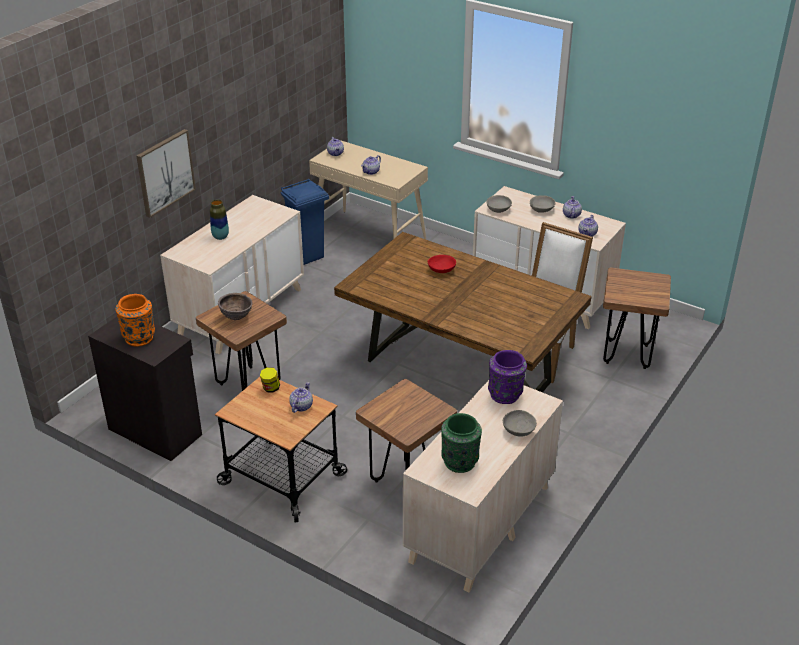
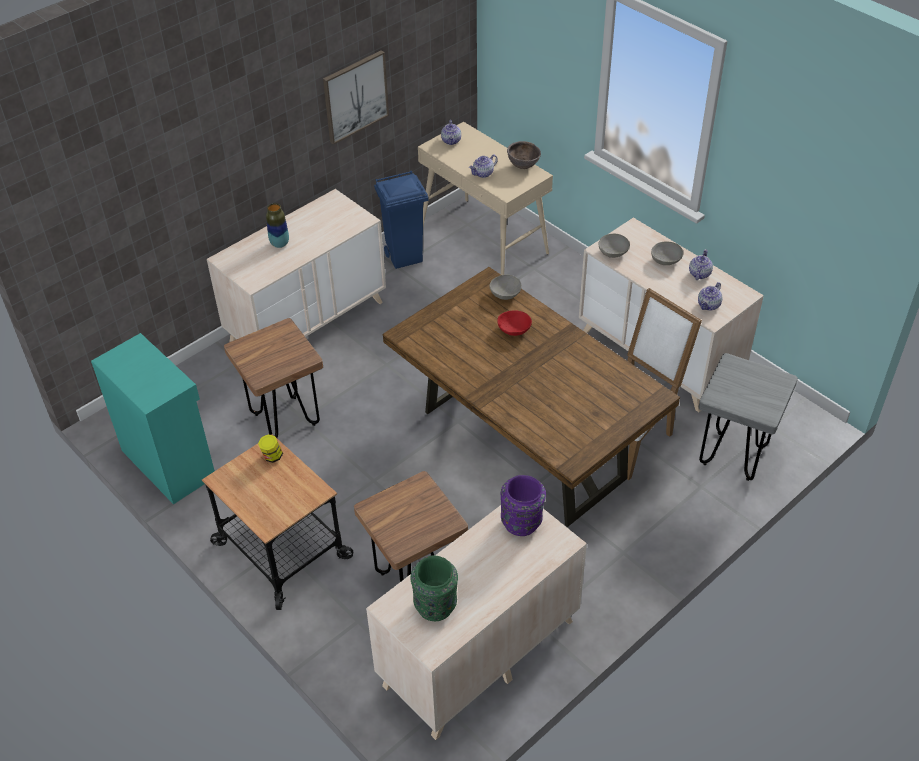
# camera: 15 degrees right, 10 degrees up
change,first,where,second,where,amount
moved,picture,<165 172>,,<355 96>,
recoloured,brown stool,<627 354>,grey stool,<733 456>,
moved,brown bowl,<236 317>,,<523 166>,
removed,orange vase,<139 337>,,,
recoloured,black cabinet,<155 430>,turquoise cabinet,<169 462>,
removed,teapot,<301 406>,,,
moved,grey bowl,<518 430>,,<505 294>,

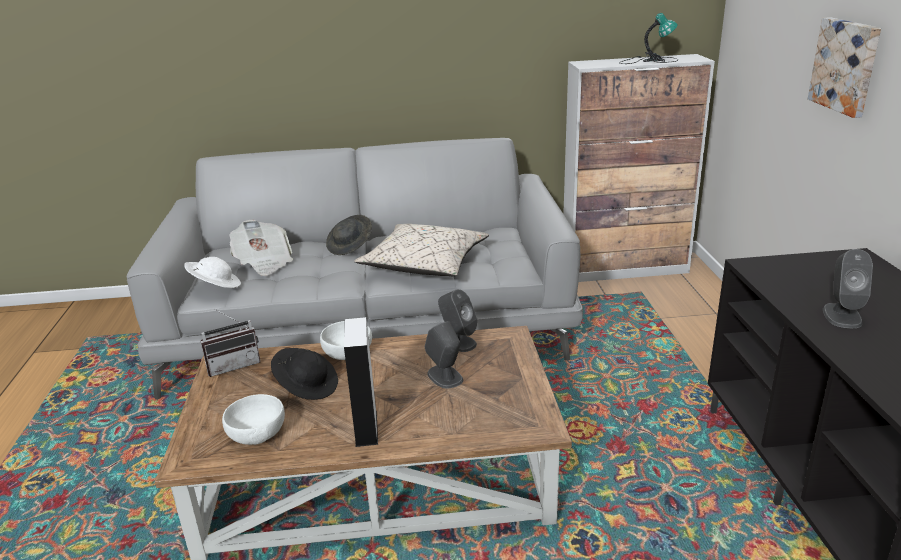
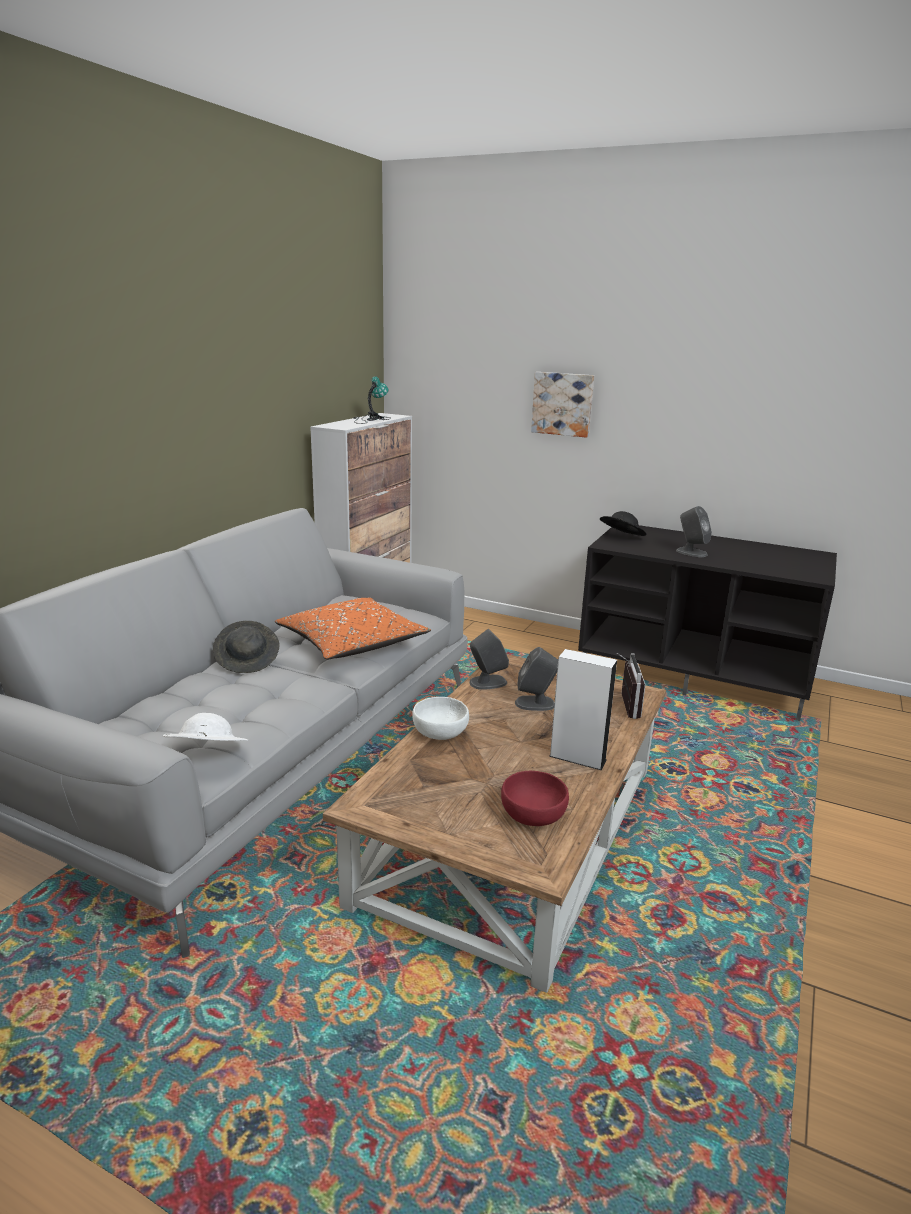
# camera: 60 degrees left, 5 degrees down
change,first,where,second,where,amount
removed,newspaper,<263 262>,,,
recoloured,beige pillow,<424 264>,orange pillow,<351 644>,
moved,radio,<234 365>,,<623 706>,
moved,black hat,<307 386>,,<621 537>,
recoloured,white bowl,<257 433>,red bowl,<532 814>,

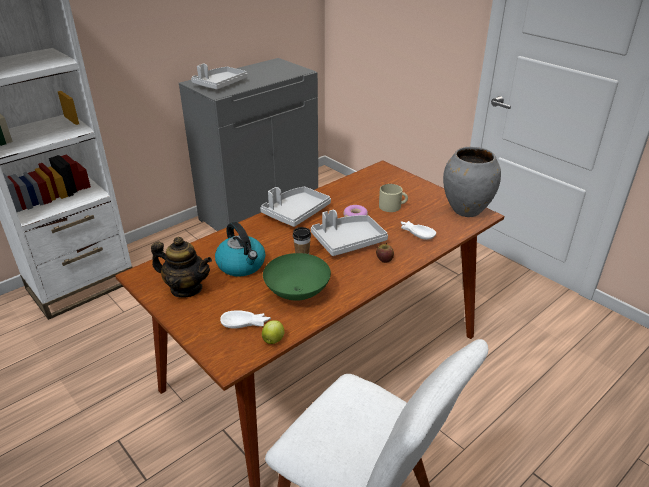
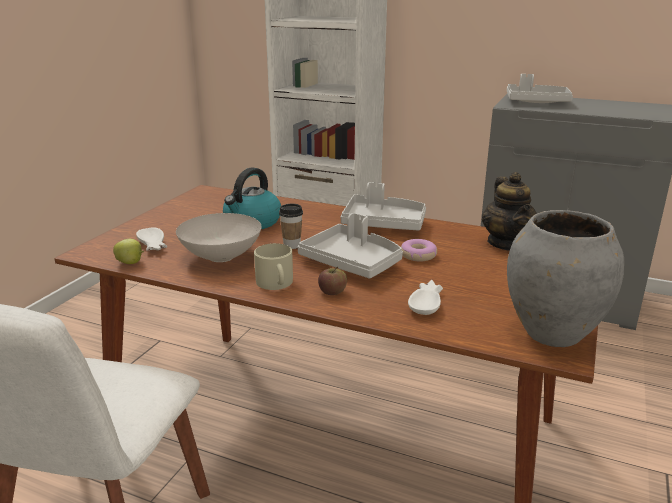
# camera: 65 degrees right, 10 degrees down
change,first,where,second,where,amount
moved,beige mug,<392 206>,,<276 283>,
moved,teapot,<186 288>,,<507 244>,
recoloured,green bowl,<298 292>,white bowl,<221 257>,

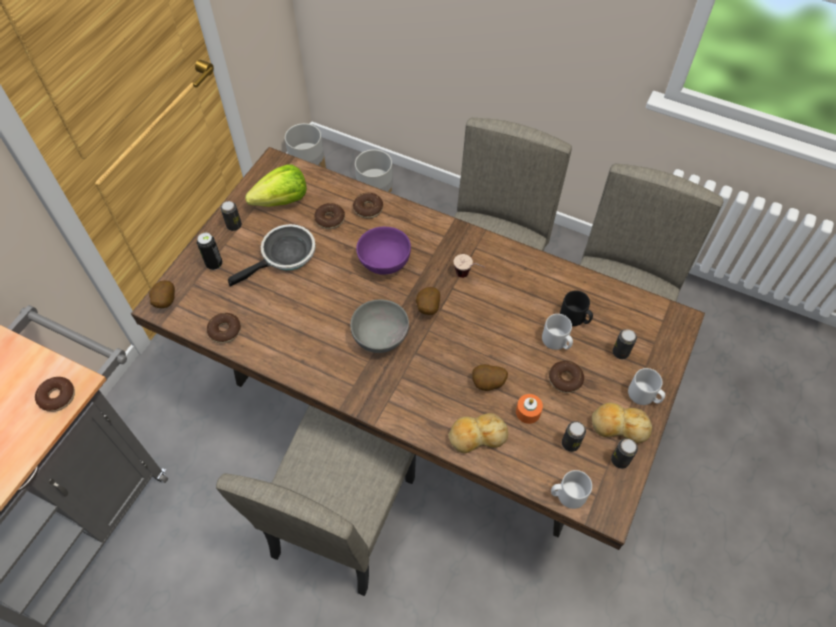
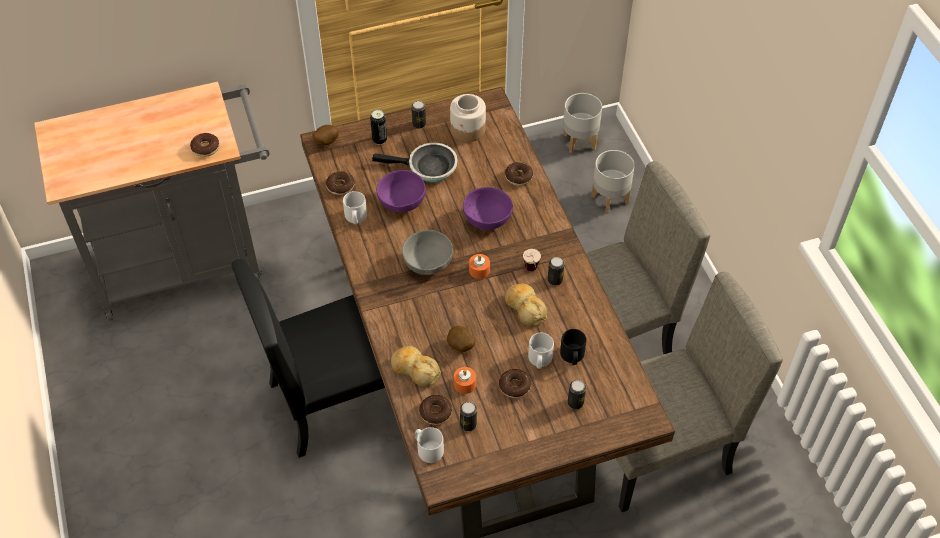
# camera: 45 degrees right, 5 degrees down
change,first,where,second,where,amount
replaced,lettuce,<282 201>,jar,<468 130>,
moved,donut,<330 219>,,<435 412>,
replaced,potato,<427 308>,orange candle,<479 270>,
moved,grey mug,<644 396>,,<355 217>,
moved,bread,<619 426>,,<525 308>,
recoloured,beige chair,<342 516>,black chair,<339 398>,
moved,can,<620 460>,,<555 280>,
added,,,purple bowl,<401 204>,

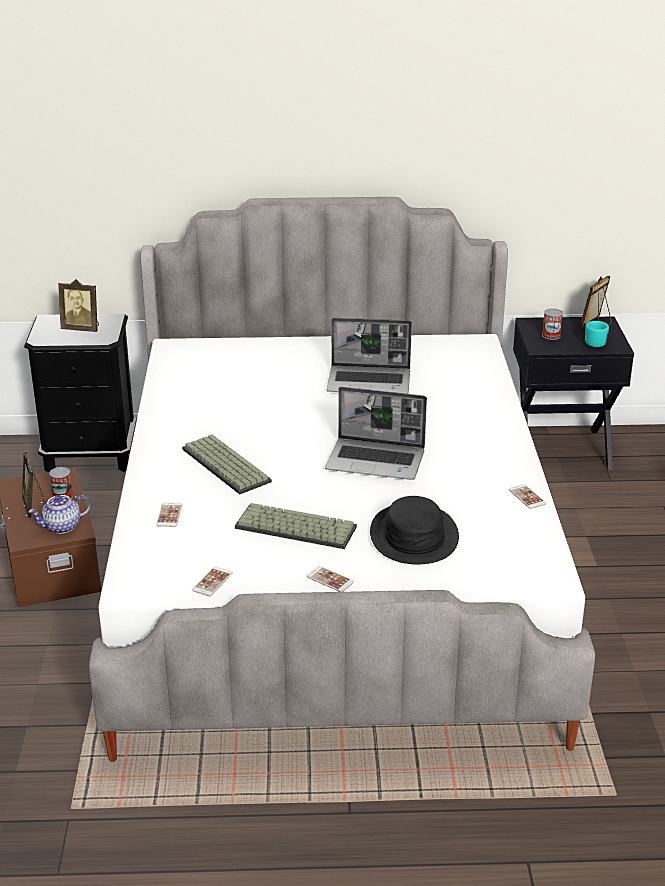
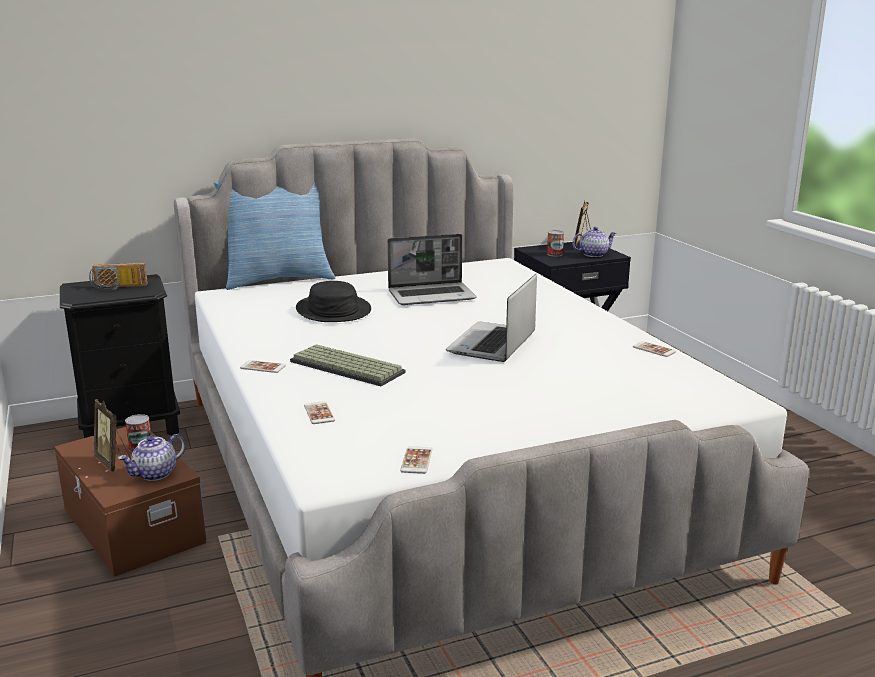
# camera: 20 degrees left, 10 degrees down
change,first,where,second,where,amount
replaced,picture frame,<82 328>,radio,<118 287>,
replaced,turquoise mug,<594 342>,teapot,<593 254>,
turned,laptop,<377 461>,,<493 344>,120 degrees clockwise
moved,black hat,<413 536>,,<333 310>,
removed,keyboard,<293 528>,,,
moved,phone,<330 579>,,<262 367>,
added,,,pillow,<278 279>,

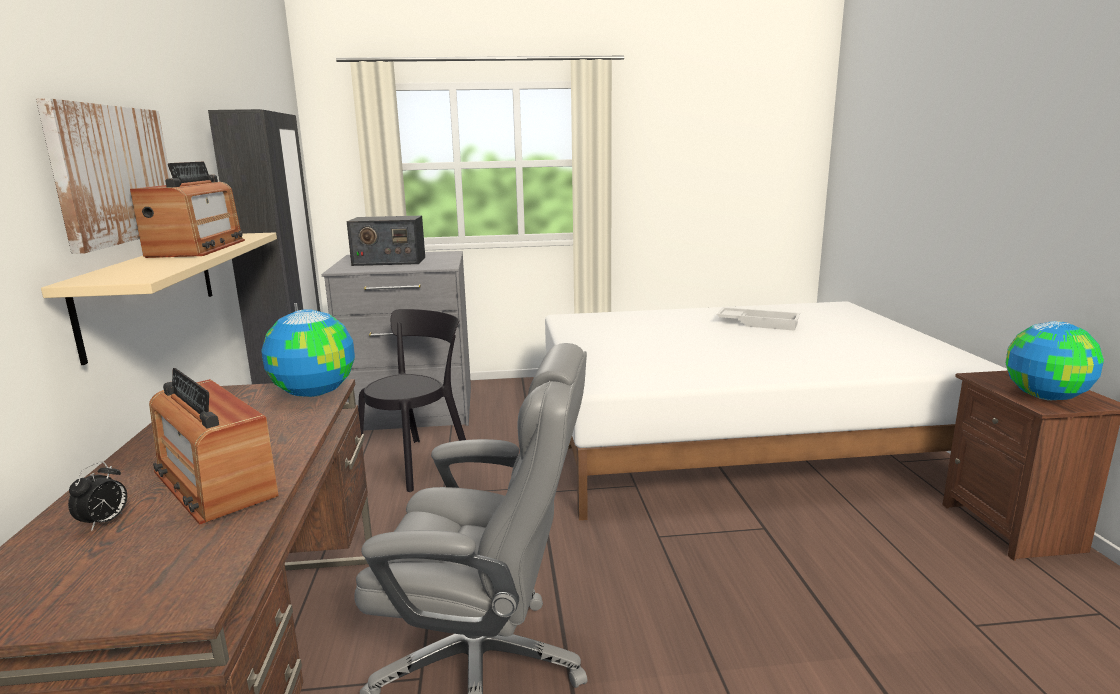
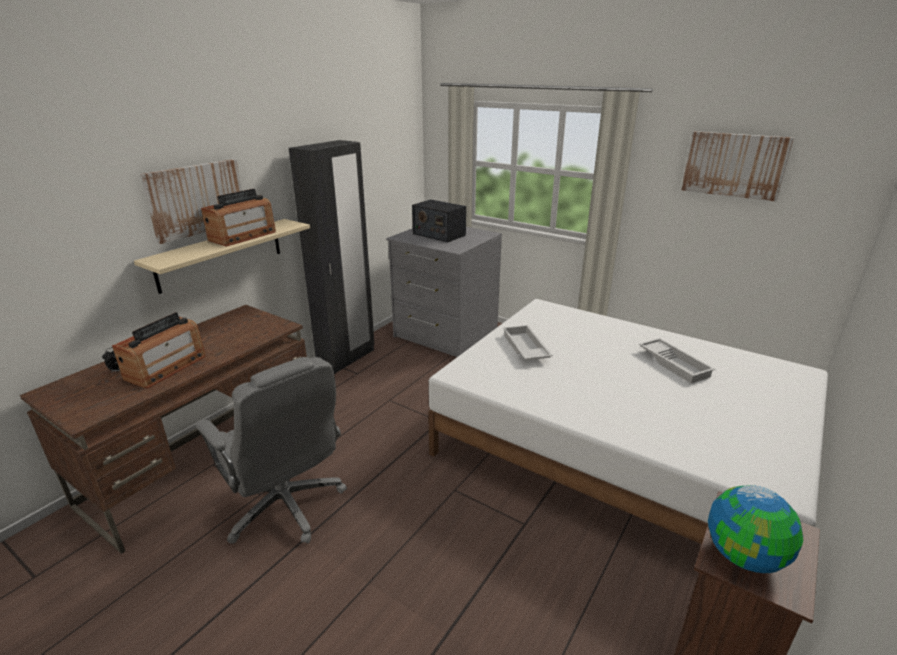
# camera: 40 degrees right, 10 degrees up
change,first,where,second,where,amount
removed,globe,<313 393>,,,
removed,black chair,<418 462>,,,
turned,radio,<214 483>,,<166 367>,150 degrees counterclockwise
added,,,picture,<734 165>,
added,,,white tray,<524 348>,

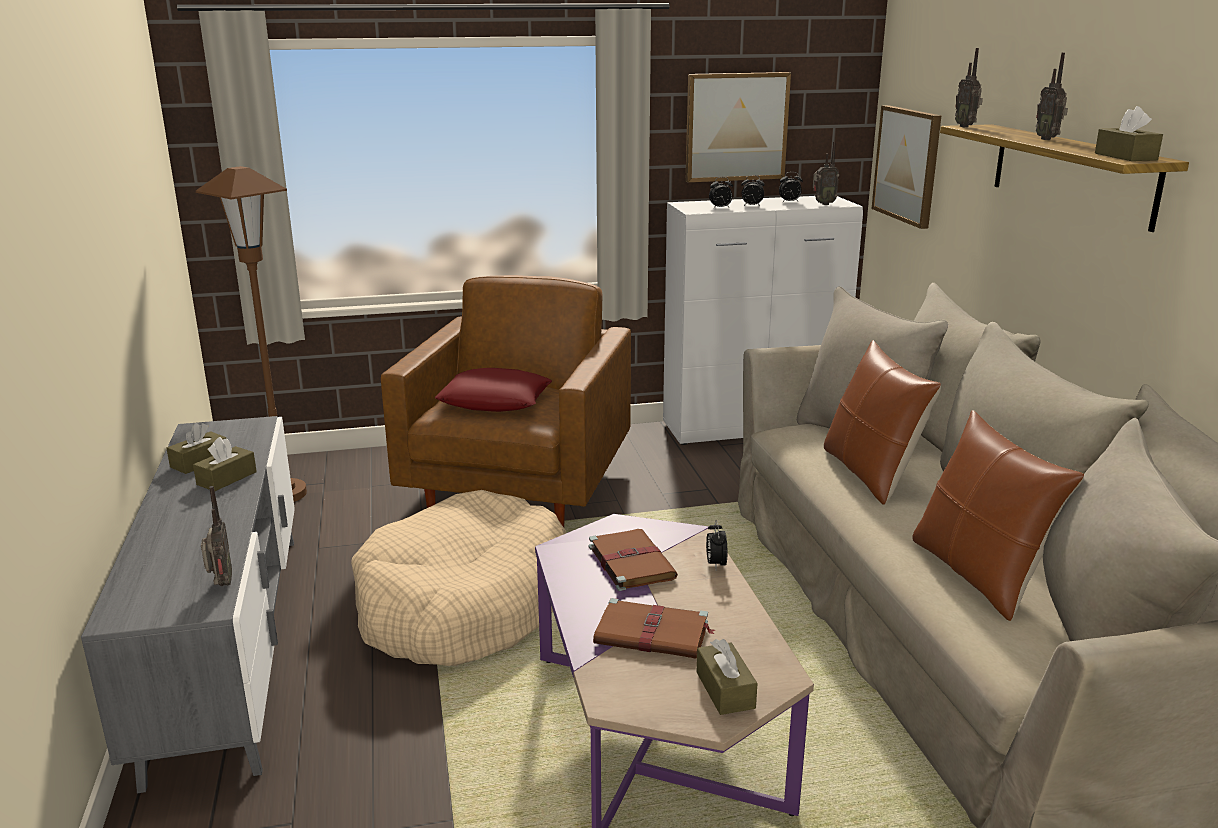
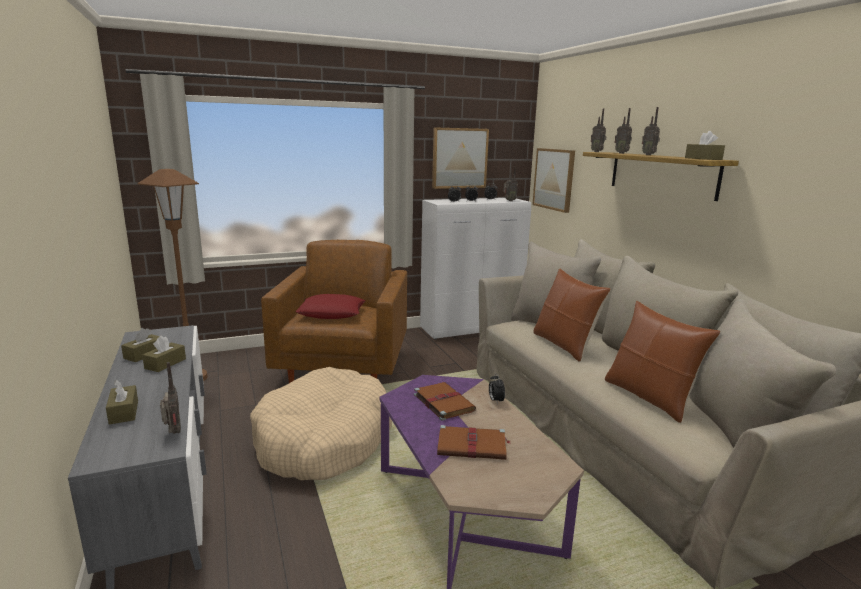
# camera: 10 degrees left, 5 degrees down
change,first,where,second,where,amount
moved,brown tissue box,<725 690>,,<124 412>,
added,,,radio,<622 153>,

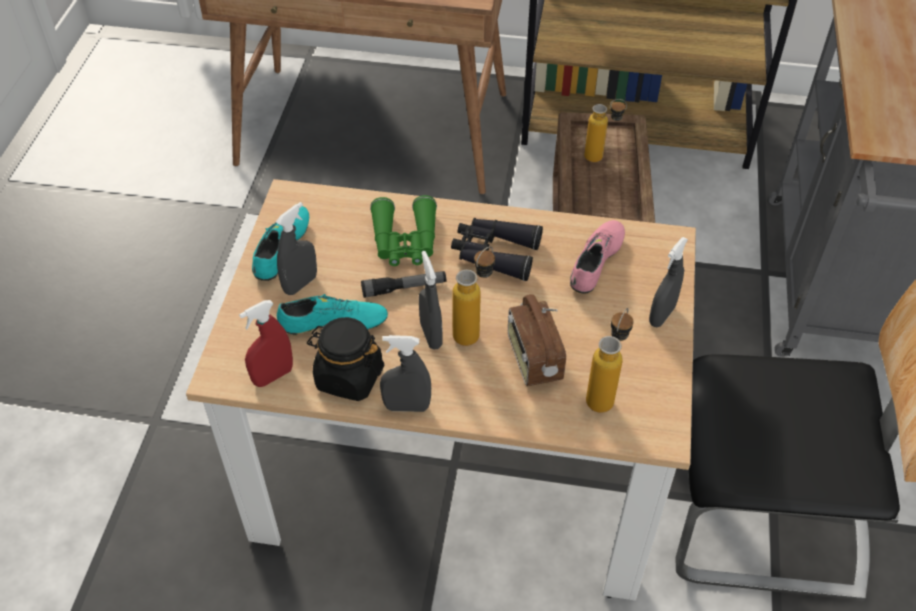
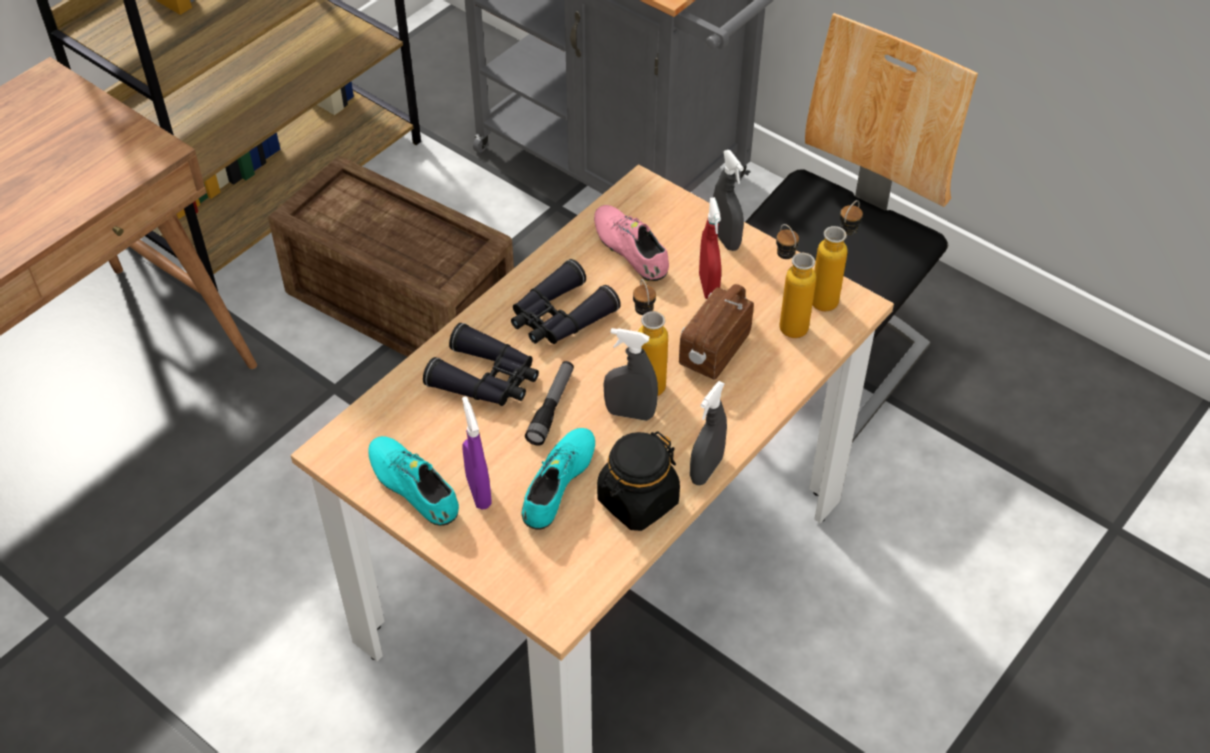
# camera: 60 degrees left, 0 degrees up
change,first,where,second,where,amount
moved,bottle,<601 157>,,<831 295>,
recoloured,green binoculars,<405 242>,black binoculars,<487 379>,
recoloured,grey spray bottle,<300 284>,purple spray bottle,<478 492>,
turned,radio,<533 359>,,<713 350>,105 degrees clockwise
moved,red spray bottle,<273 376>,,<708 287>,

